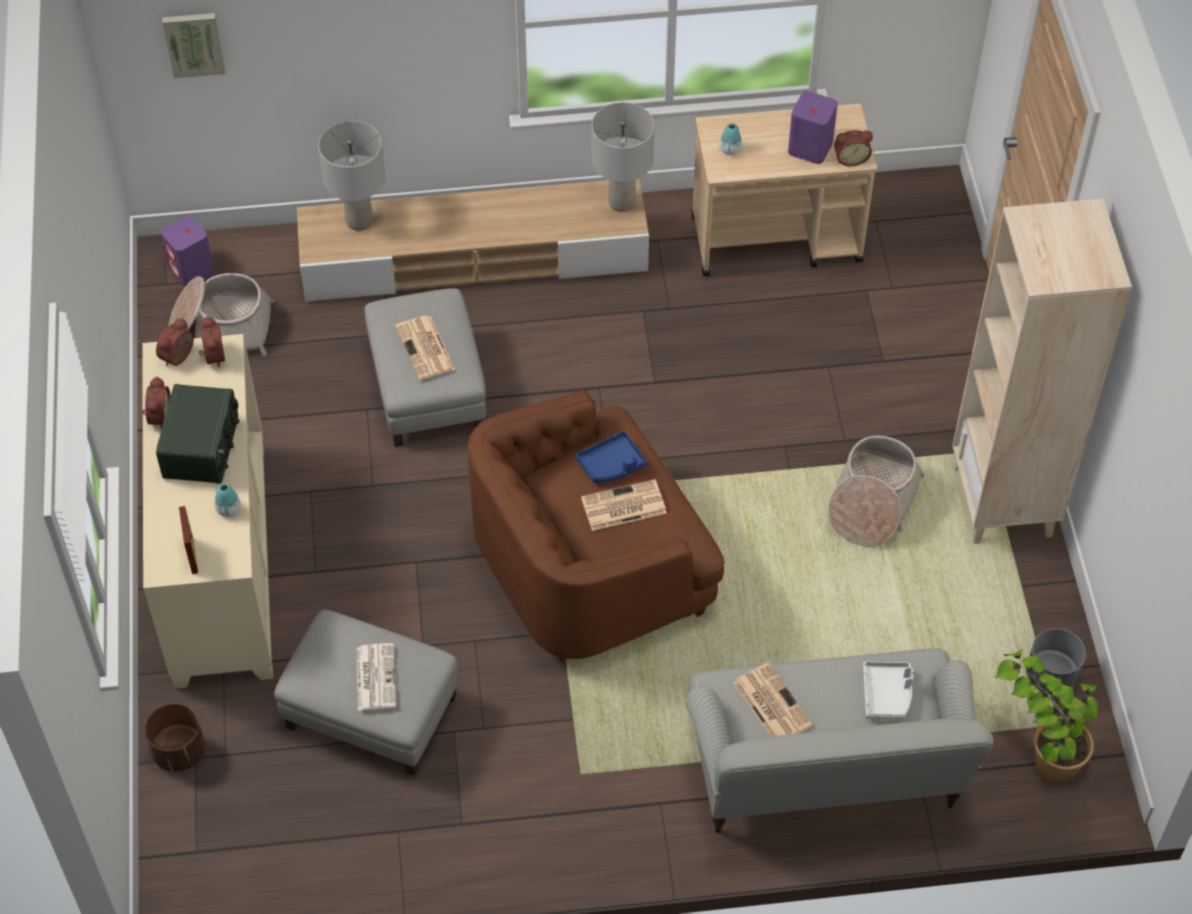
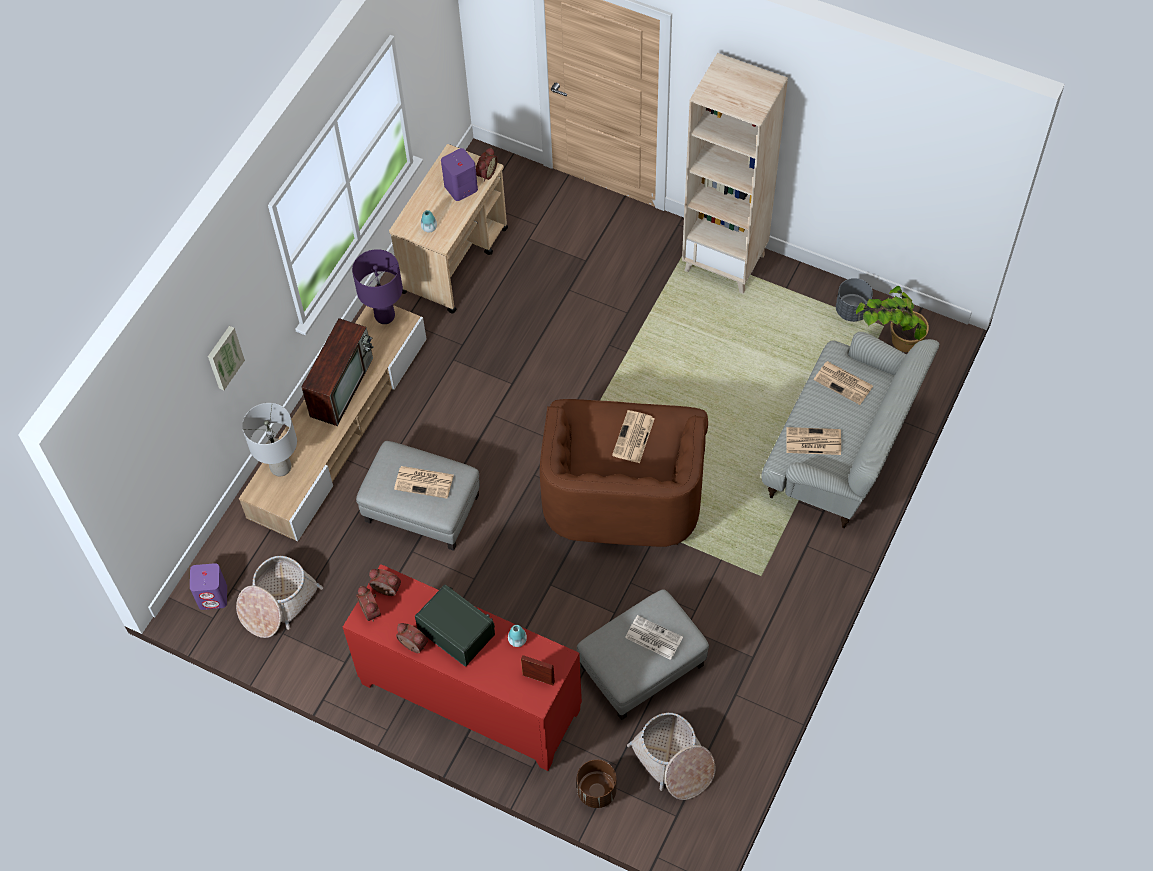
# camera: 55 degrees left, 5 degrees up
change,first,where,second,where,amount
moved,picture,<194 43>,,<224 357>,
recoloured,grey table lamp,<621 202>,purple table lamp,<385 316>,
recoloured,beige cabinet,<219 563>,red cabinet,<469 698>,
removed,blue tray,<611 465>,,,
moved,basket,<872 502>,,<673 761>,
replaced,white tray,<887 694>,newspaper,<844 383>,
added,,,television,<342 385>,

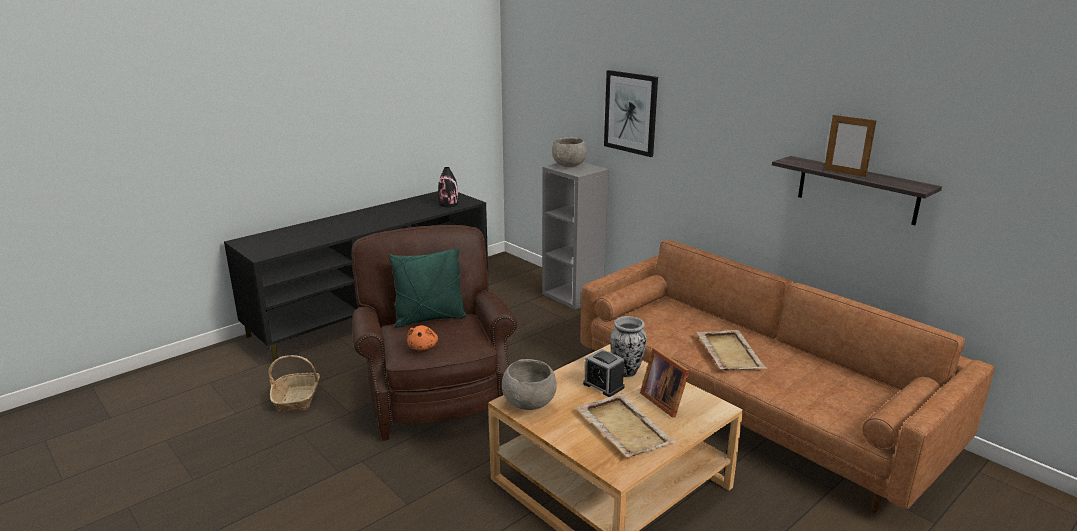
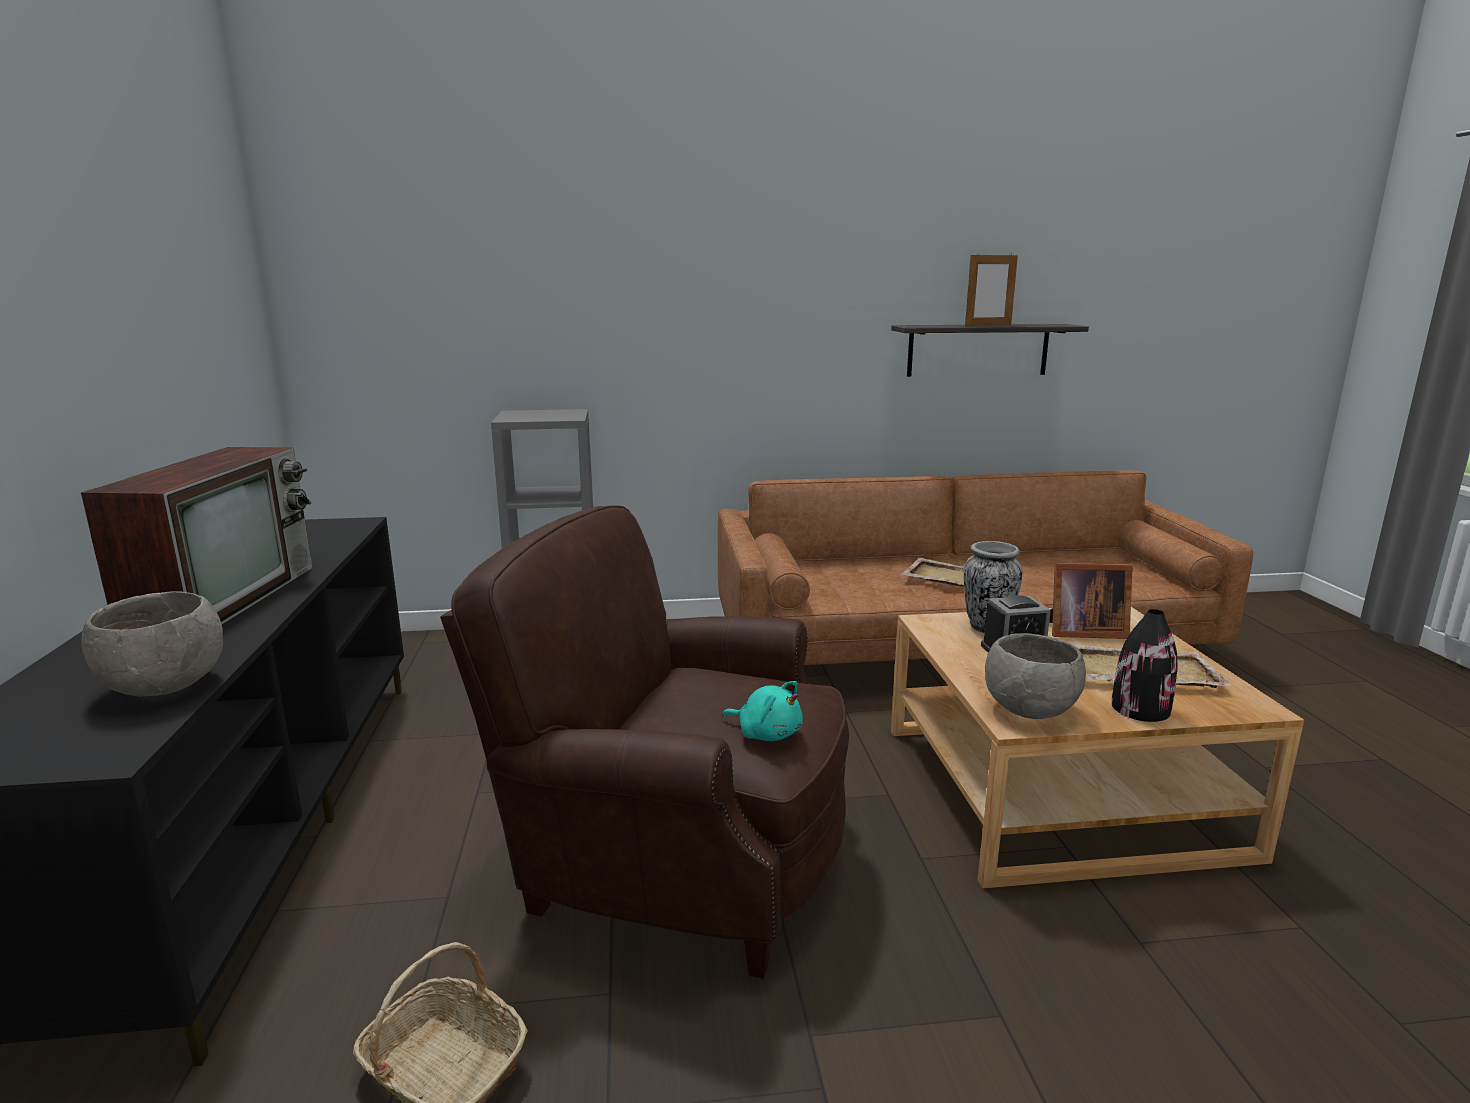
# camera: 55 degrees left, 5 degrees down
change,first,where,second,where,amount
removed,picture,<631 112>,,,
moved,grey bowl,<568 165>,,<163 687>,
moved,black vase,<448 204>,,<1140 708>,
removed,green pillow,<429 319>,,,
recoloured,orange plush toy,<423 347>,turquoise plush toy,<767 733>,
added,,,television,<226 598>,

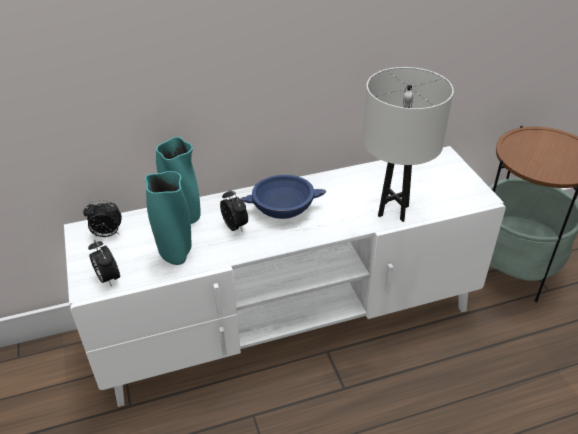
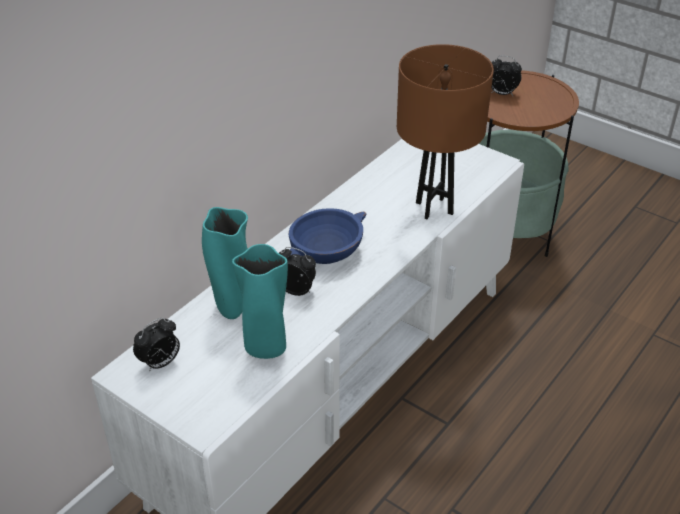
# camera: 35 degrees left, 0 degrees up
change,first,where,second,where,amount
recoloured,white table lamp,<393 211>,brown table lamp,<434 208>,
moved,alarm clock,<108 278>,,<502 94>,

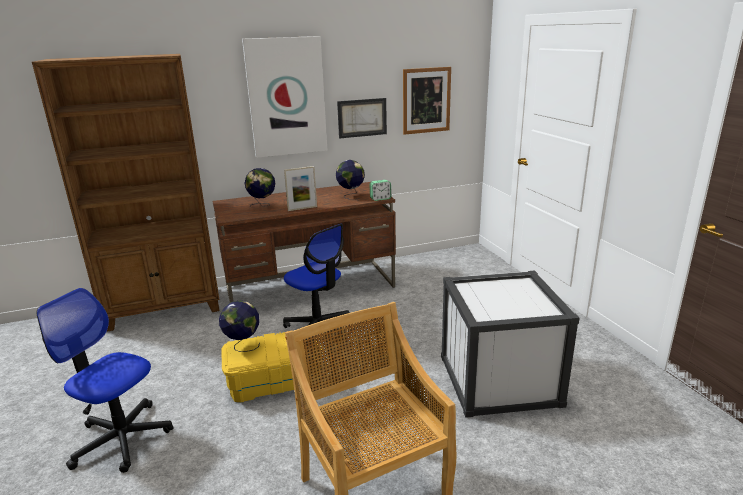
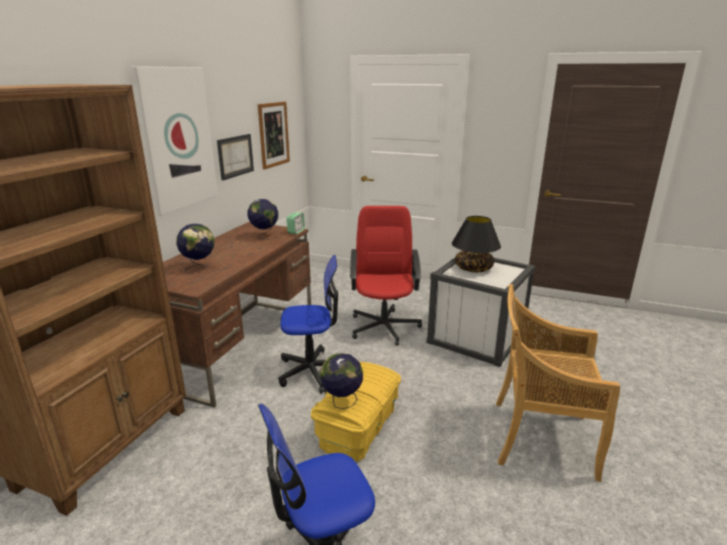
# camera: 50 degrees left, 0 degrees up
change,first,where,second,where,amount
removed,picture frame,<302 208>,,,
added,,,red office chair,<384 326>,
added,,,black table lamp,<474 268>,

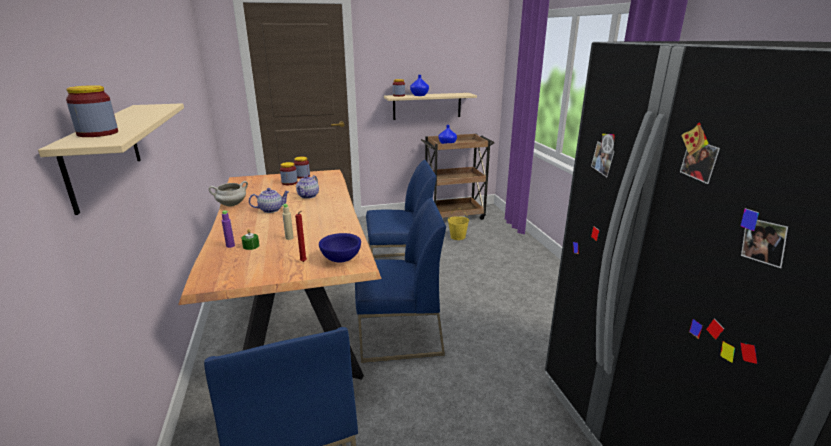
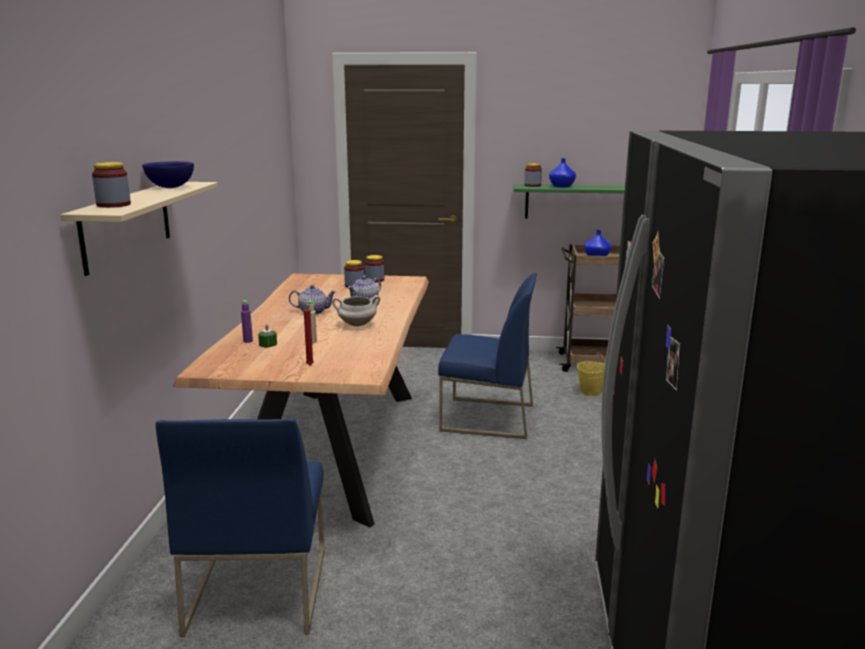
# camera: 20 degrees right, 5 degrees down
change,first,where,second,where,amount
recoloured,beige shelf,<427 106>,green shelf,<575 202>,
moved,white cooking pot,<231 205>,,<356 325>,
removed,blue chair,<398 335>,,,
moved,blue bowl,<341 260>,,<170 187>,

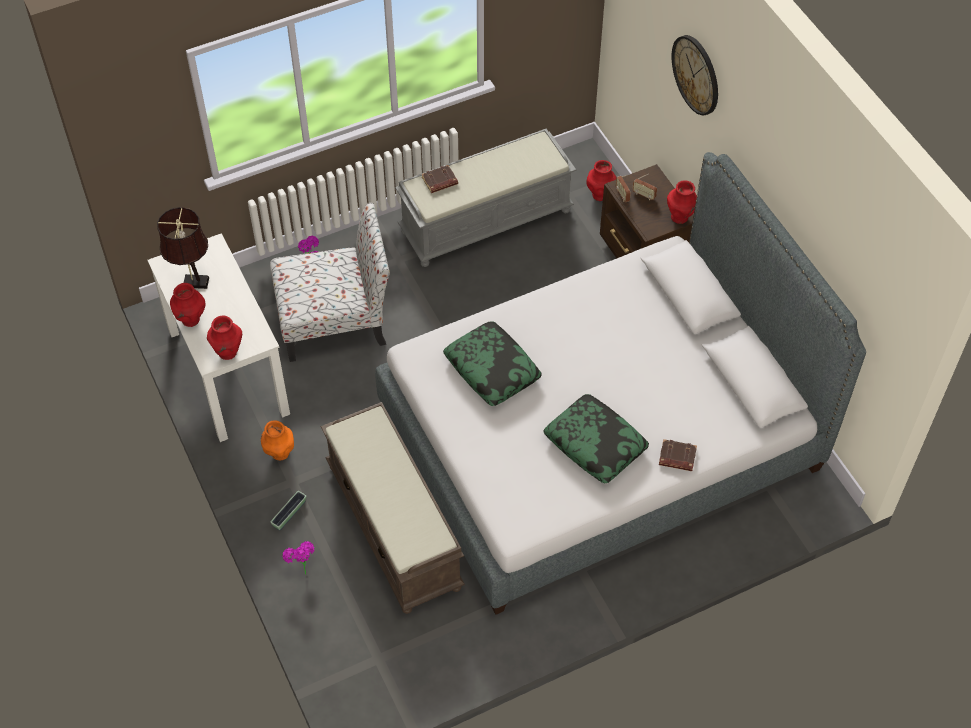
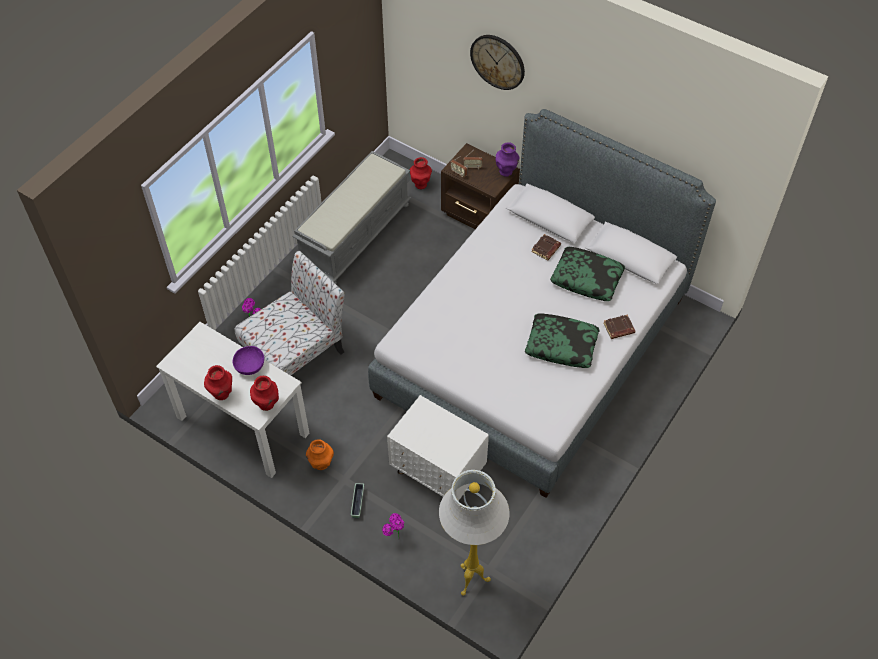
# camera: 30 degrees left, 0 degrees up
change,first,where,second,where,amount
moved,brown book,<439 181>,,<546 249>,
recoloured,red vase,<680 217>,purple vase,<506 171>,
removed,brown table lamp,<193 282>,,,
moved,pillow,<492 369>,,<587 278>,
replaced,brown bench,<395 527>,white nightstand,<438 473>,
added,,,purple bowl,<250 366>,
added,,,white floor lamp,<470 579>,

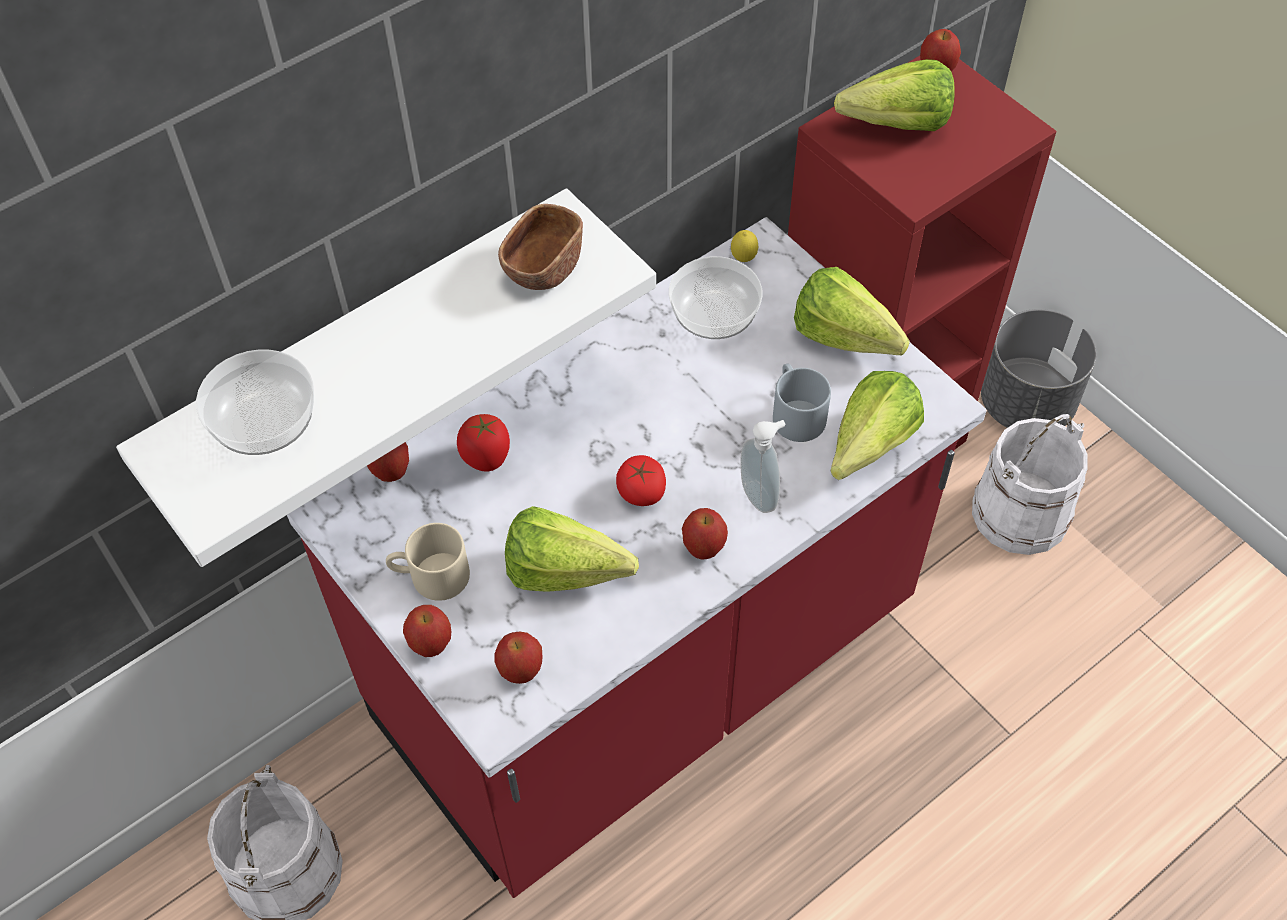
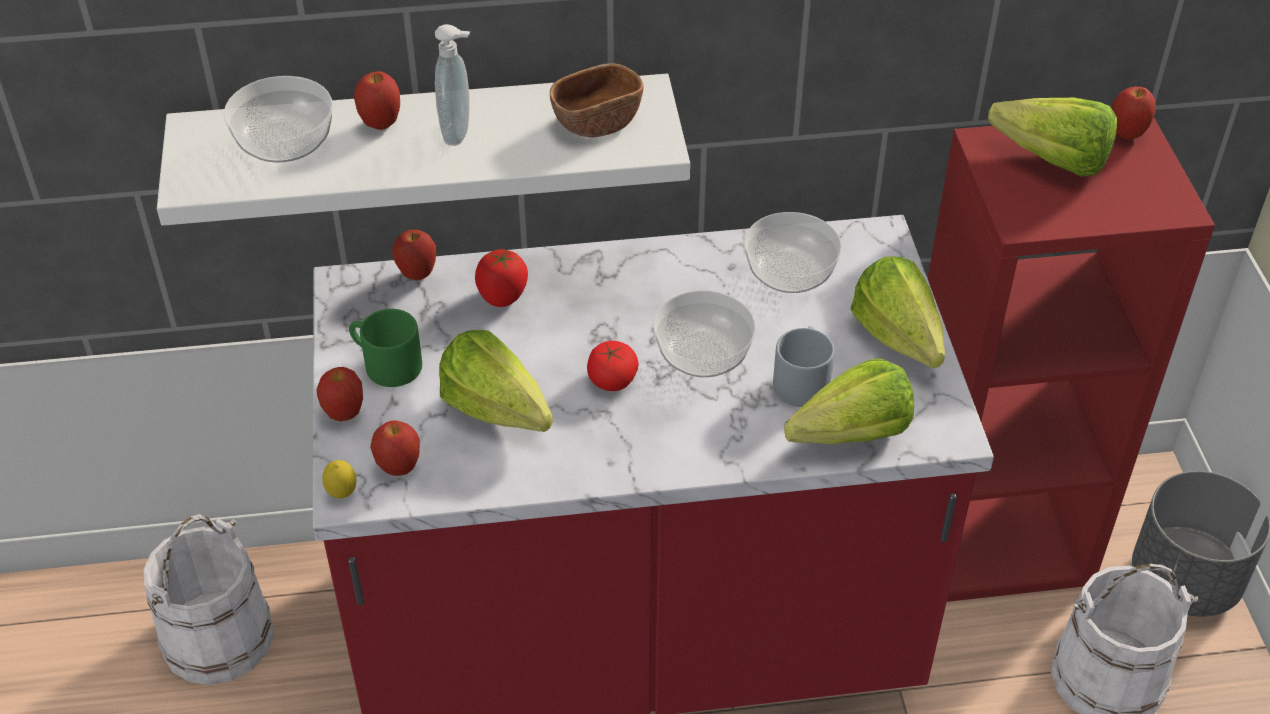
# camera: 30 degrees right, 10 degrees down
change,first,where,second,where,amount
moved,lemon,<743 259>,,<342 494>,
moved,soap dispenser,<760 495>,,<459 133>,
moved,apple,<703 549>,,<381 124>,
recoloured,beige mug,<430 577>,green mug,<385 364>,
added,,,bowl,<705 354>,

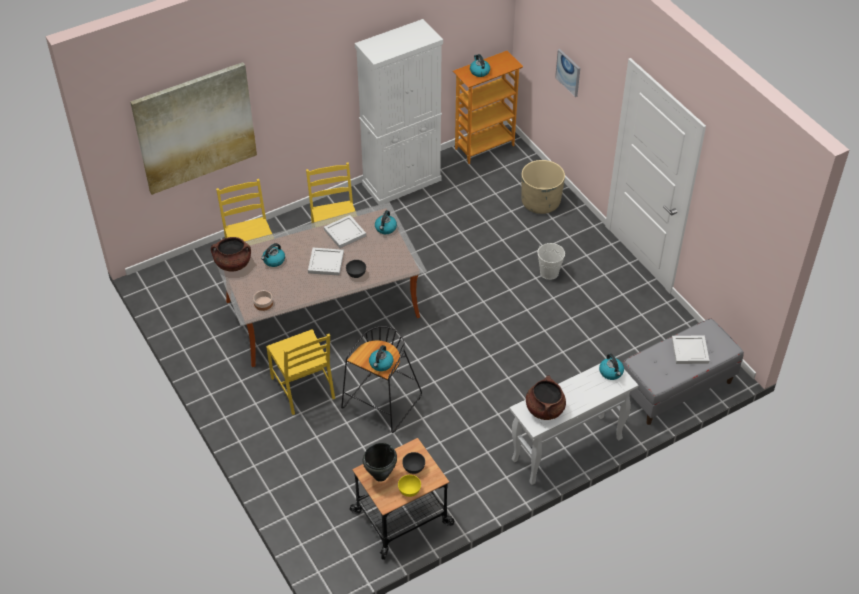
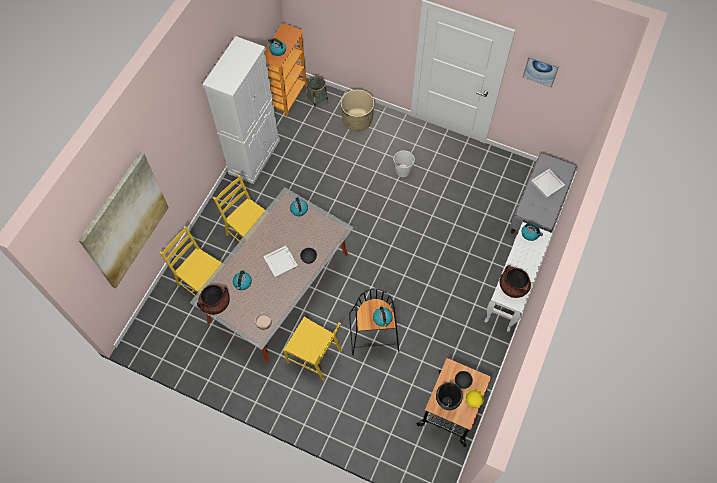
# camera: 35 degrees left, 15 degrees up
change,first,where,second,where,amount
moved,picture,<568 72>,,<540 71>,
removed,white tray,<344 233>,,,
added,,,basket,<317 101>,

